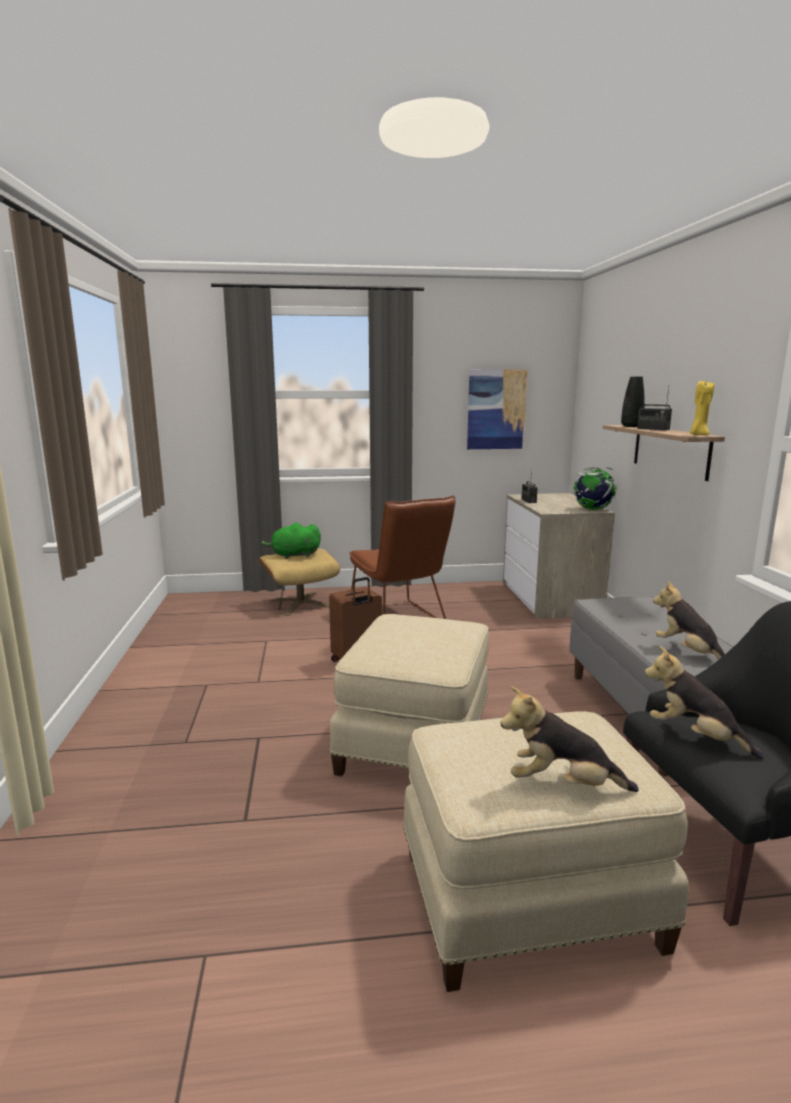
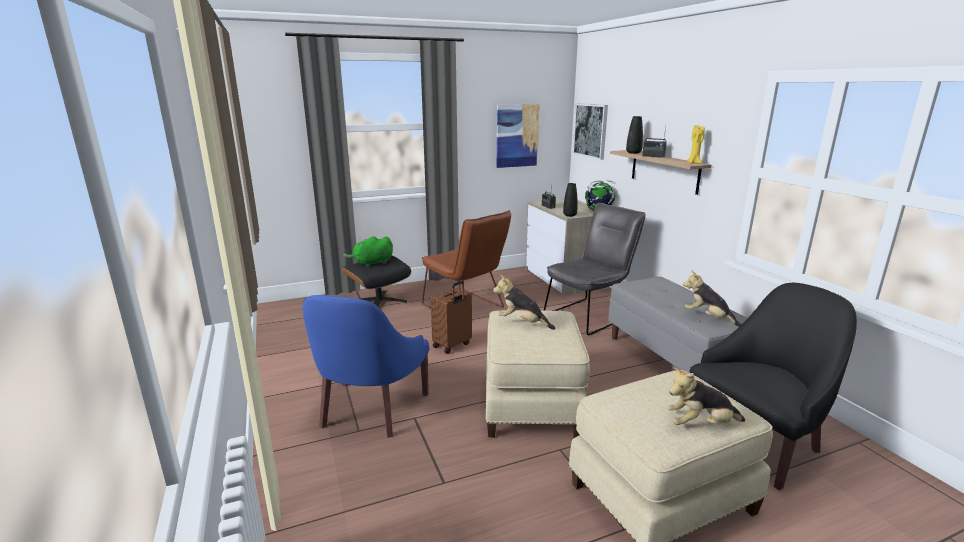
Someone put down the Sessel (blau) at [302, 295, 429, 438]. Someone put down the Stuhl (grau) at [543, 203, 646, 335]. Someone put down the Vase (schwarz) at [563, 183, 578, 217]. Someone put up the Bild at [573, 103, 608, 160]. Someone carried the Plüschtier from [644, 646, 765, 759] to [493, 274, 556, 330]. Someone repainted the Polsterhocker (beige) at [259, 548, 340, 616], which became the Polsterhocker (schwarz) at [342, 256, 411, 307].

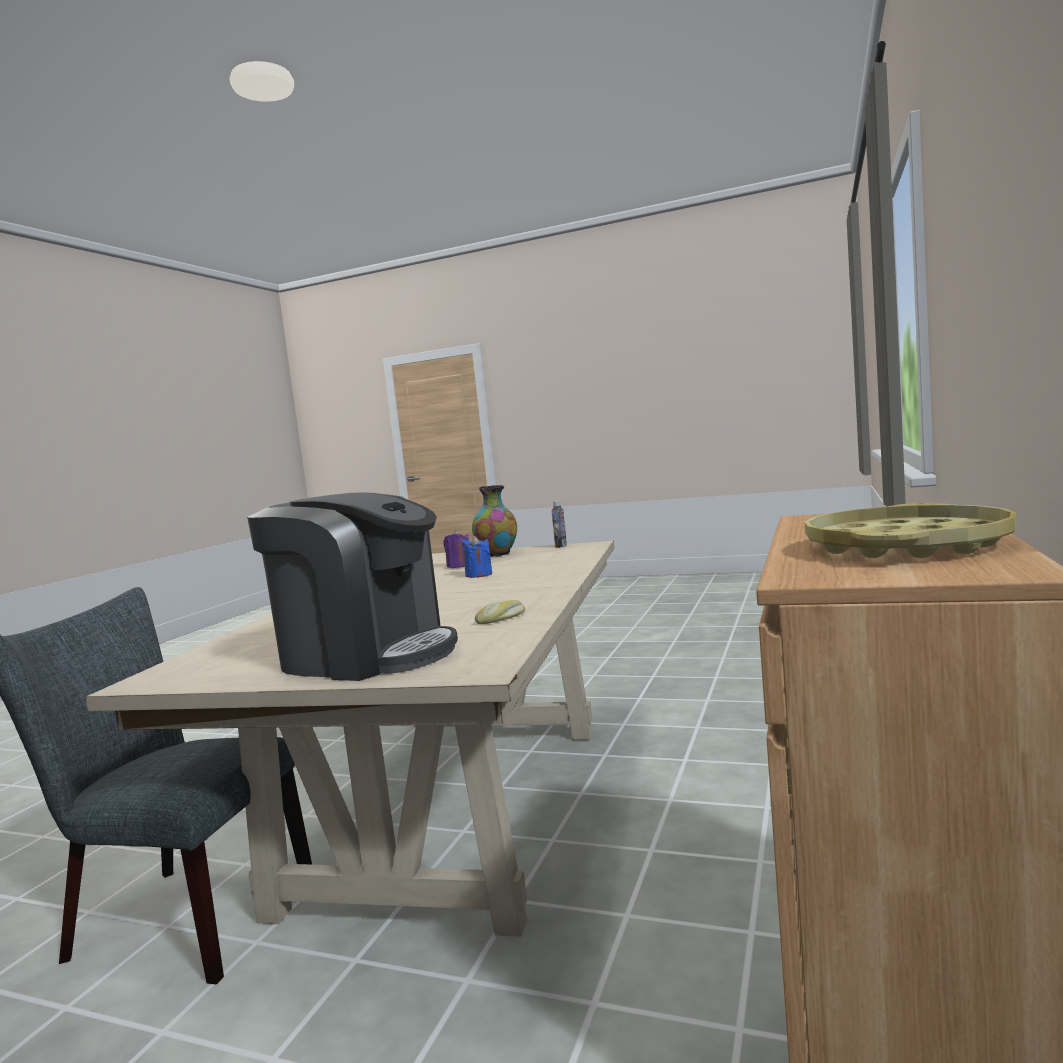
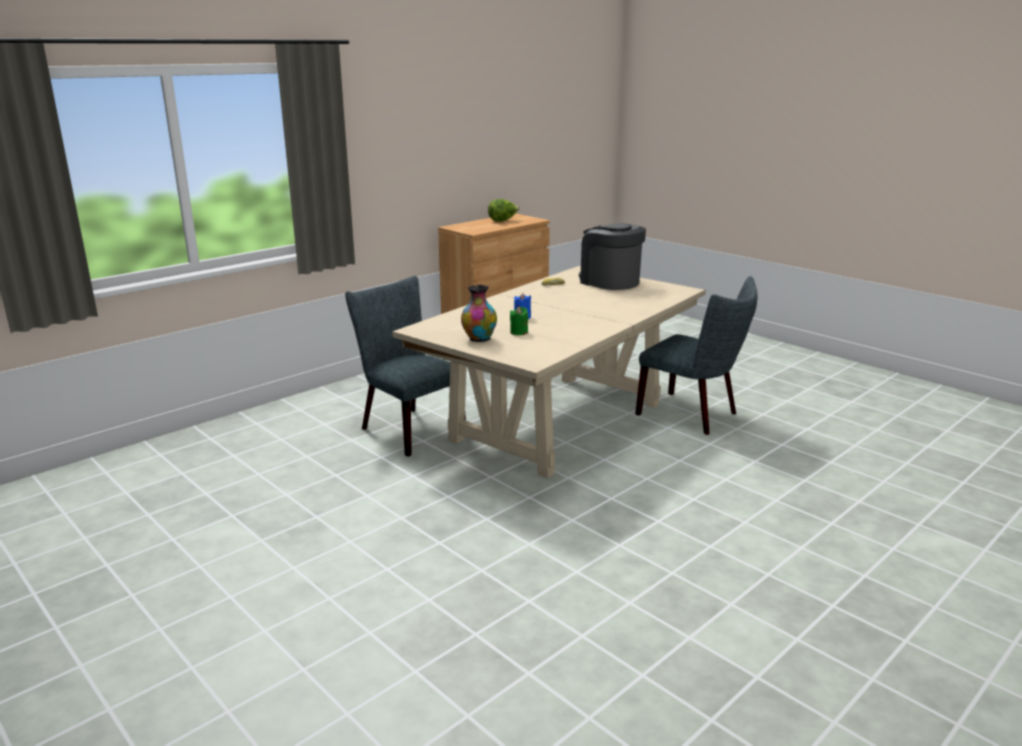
Someone took away the Flasche at [551, 501, 567, 548]. Someone put down the Stuhl (grau) at [345, 276, 466, 457]. Someone swapped the Tablett (gelb) at [804, 503, 1017, 558] for the Salatkopf at [488, 199, 519, 222]. Someone repainted the Kerze (lila) at [443, 530, 469, 568], which became the Kerze (grün) at [510, 307, 528, 335].

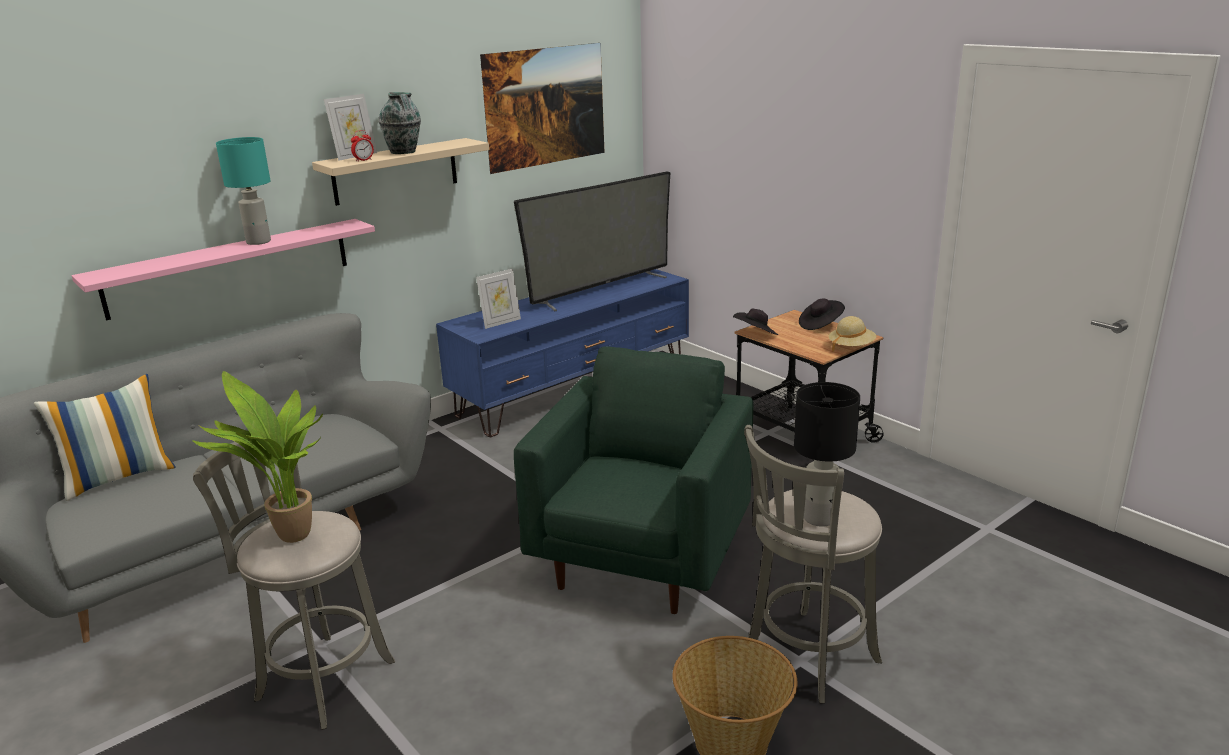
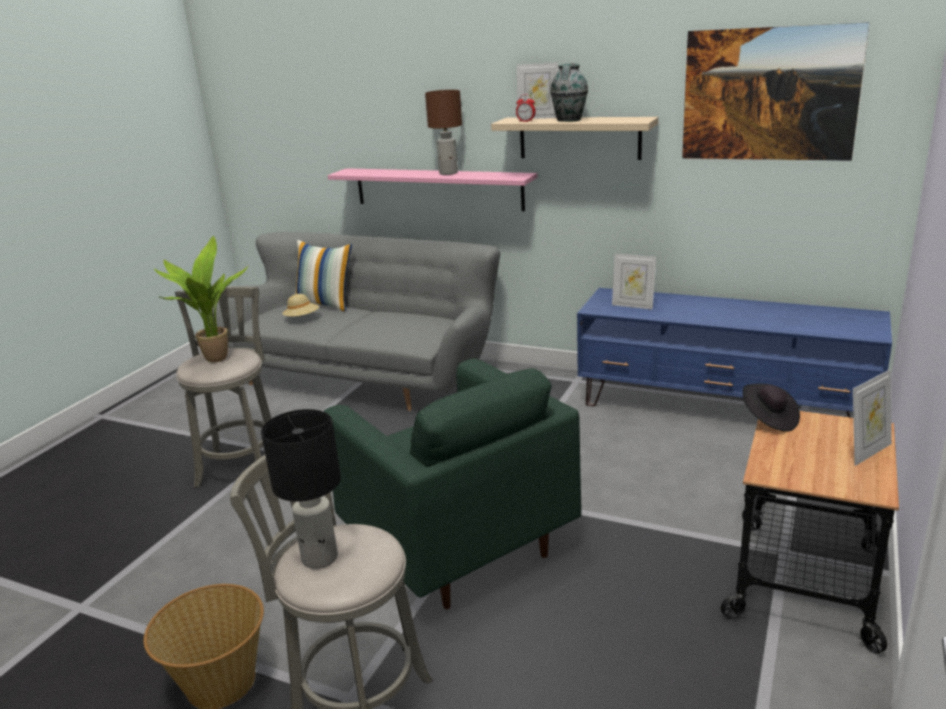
Someone took away the Fernseher at [514, 172, 670, 311]. Someone carried the Hut (beige) from [828, 316, 876, 352] to [282, 294, 320, 317]. Someone swapped the Hut (schwarz) at [799, 298, 845, 330] for the Bilderrahmen at [853, 370, 892, 466]. Someone repainted the Tischlampe (türkis) at [216, 137, 271, 245], which became the Tischlampe (braun) at [425, 90, 462, 175]. Someone rotated the Sessel (grün) at [514, 346, 753, 614] by 60 degrees clockwise.

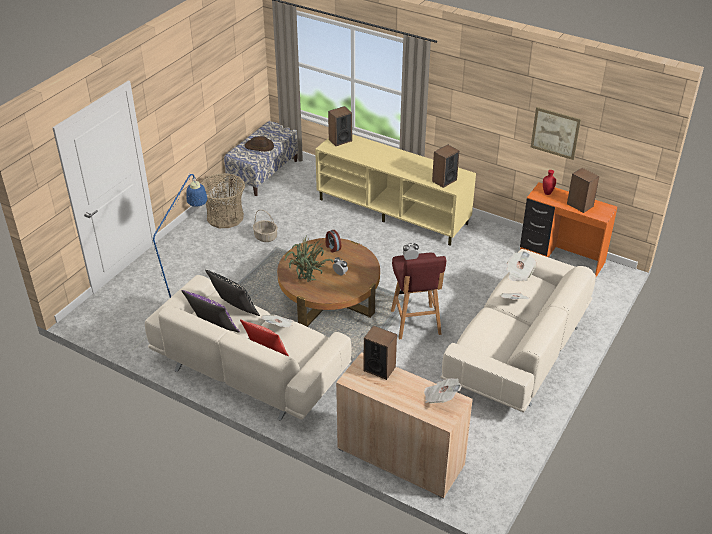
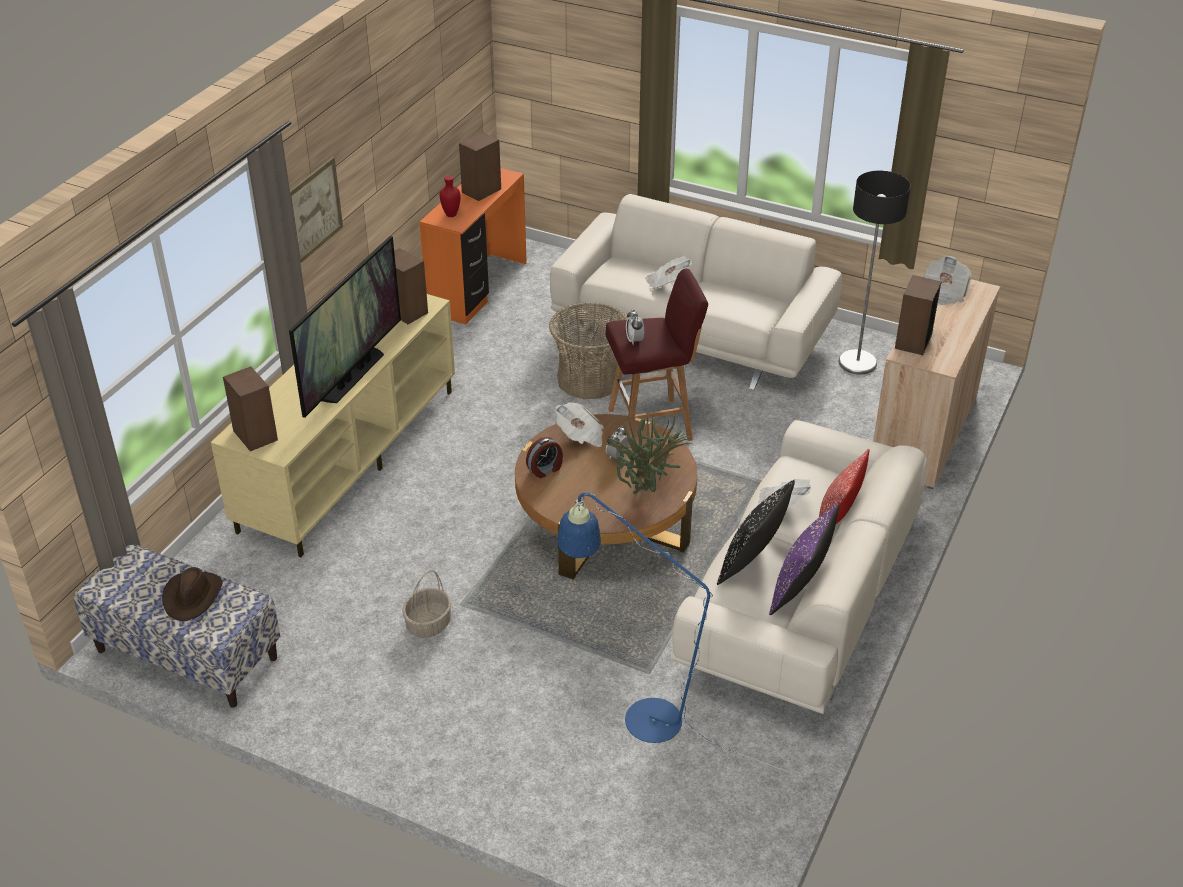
Someone put down the Fernseher at [289, 236, 401, 418]. Someone put down the Stehlampe at [839, 171, 911, 374]. Someone carried the Korb from [200, 173, 245, 228] to [549, 302, 627, 400]. Someone carried the Zeitung from [507, 251, 537, 281] to [555, 402, 603, 447]. Someone carried the Bild from [531, 107, 581, 160] to [290, 157, 343, 263].

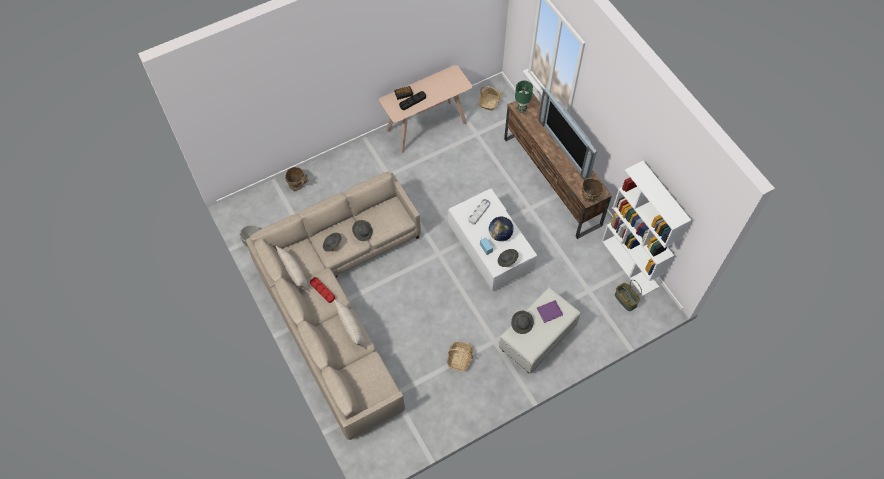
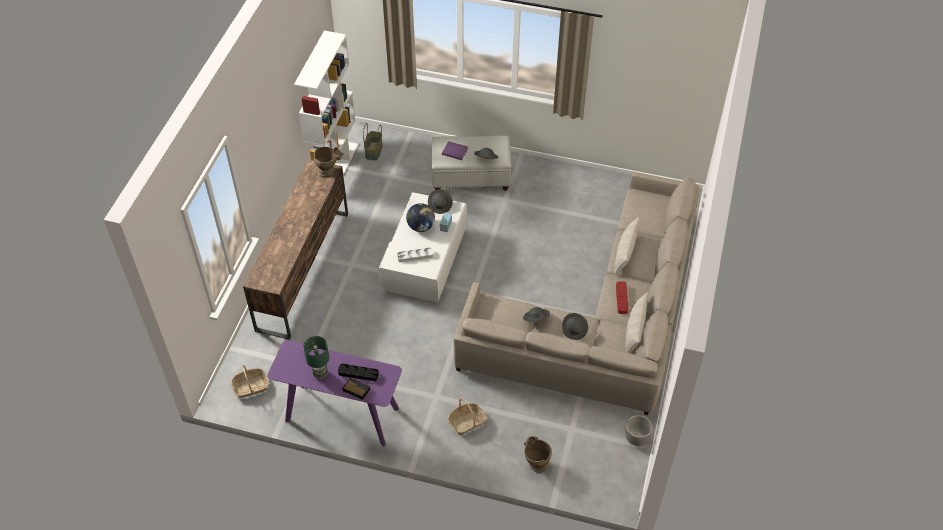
Someone took away the Fernseher at [538, 88, 597, 180]. Someone carried the Korb from [448, 341, 473, 371] to [447, 398, 487, 435]. Someone carried the Tischlampe (grün) from [515, 80, 533, 113] to [303, 336, 329, 379]. Someone repainted the Konsolentisch (beige) at [379, 65, 472, 154], which became the Konsolentisch (lila) at [267, 340, 402, 446].

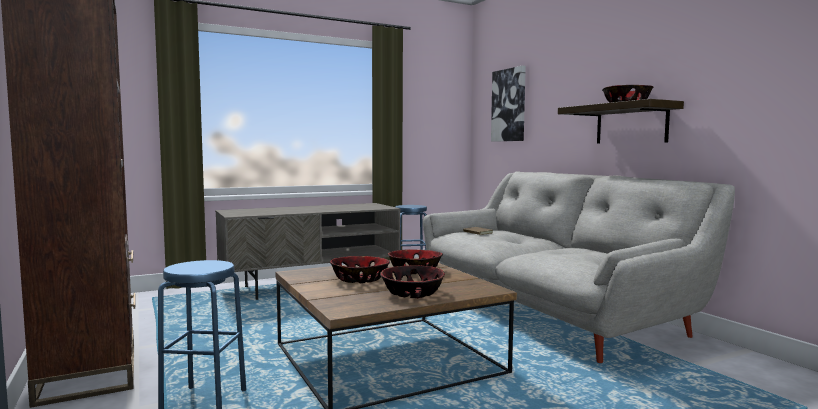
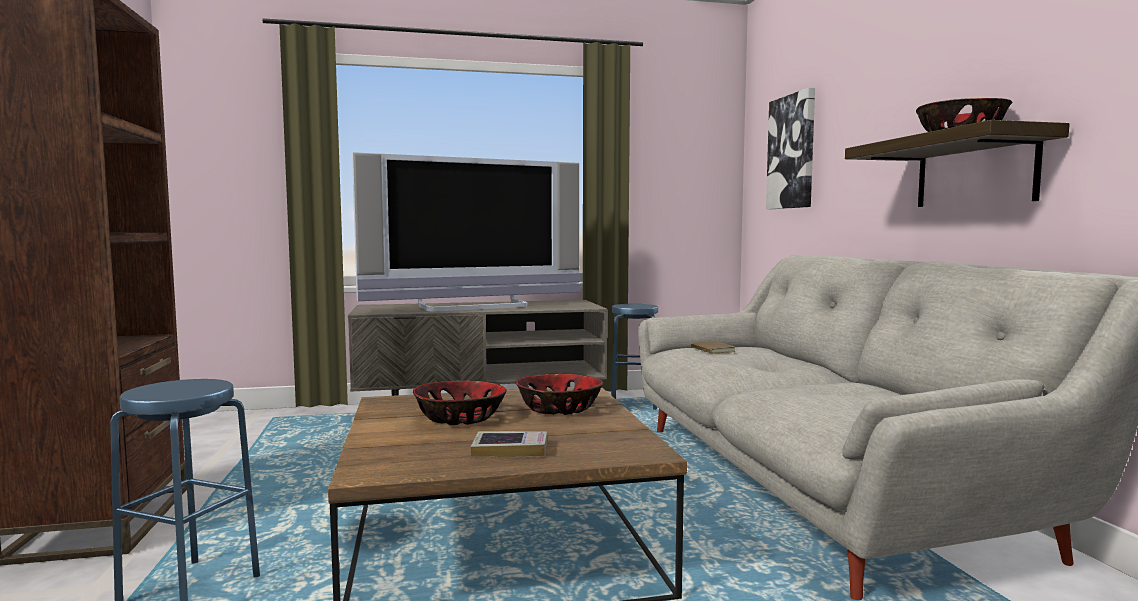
Someone put down the Fernseher at [352, 152, 580, 312]. Someone swapped the Schüssel at [380, 265, 445, 298] for the Buch at [471, 431, 547, 457].

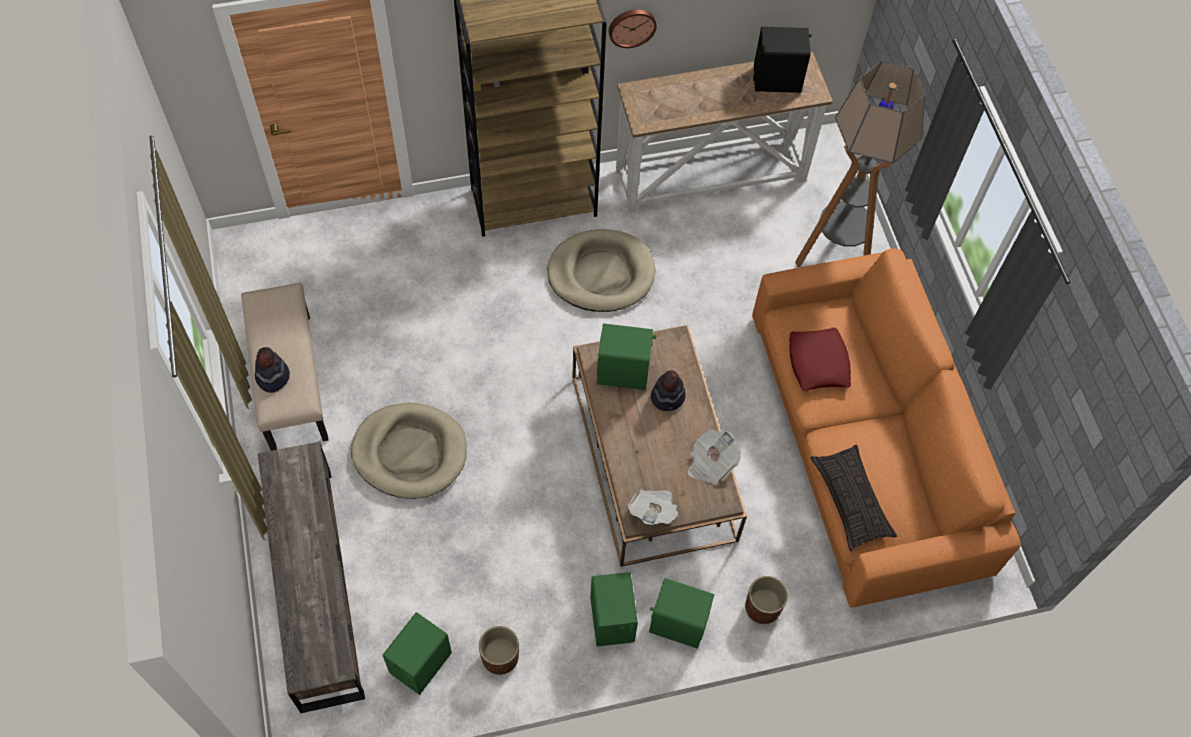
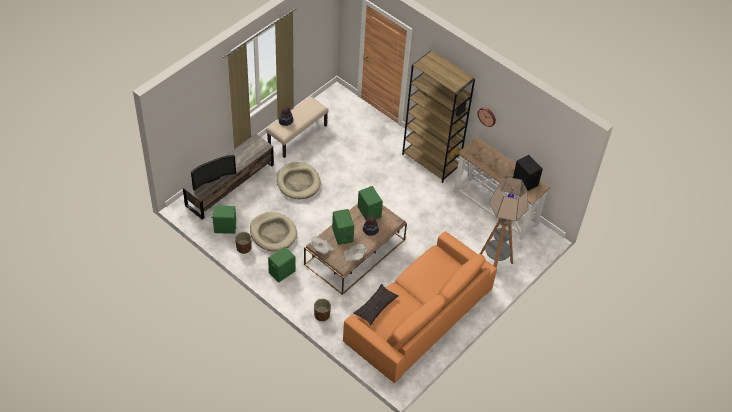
Someone took away the Kissen (rot) at [789, 327, 851, 391]. Someone put down the Fernseher at [191, 155, 236, 191]. Someone carried the Hundebett (beige) from [548, 229, 656, 312] to [250, 212, 297, 251]. Someone carried the Lautsprecher (grün) from [649, 578, 715, 649] to [332, 209, 354, 245].

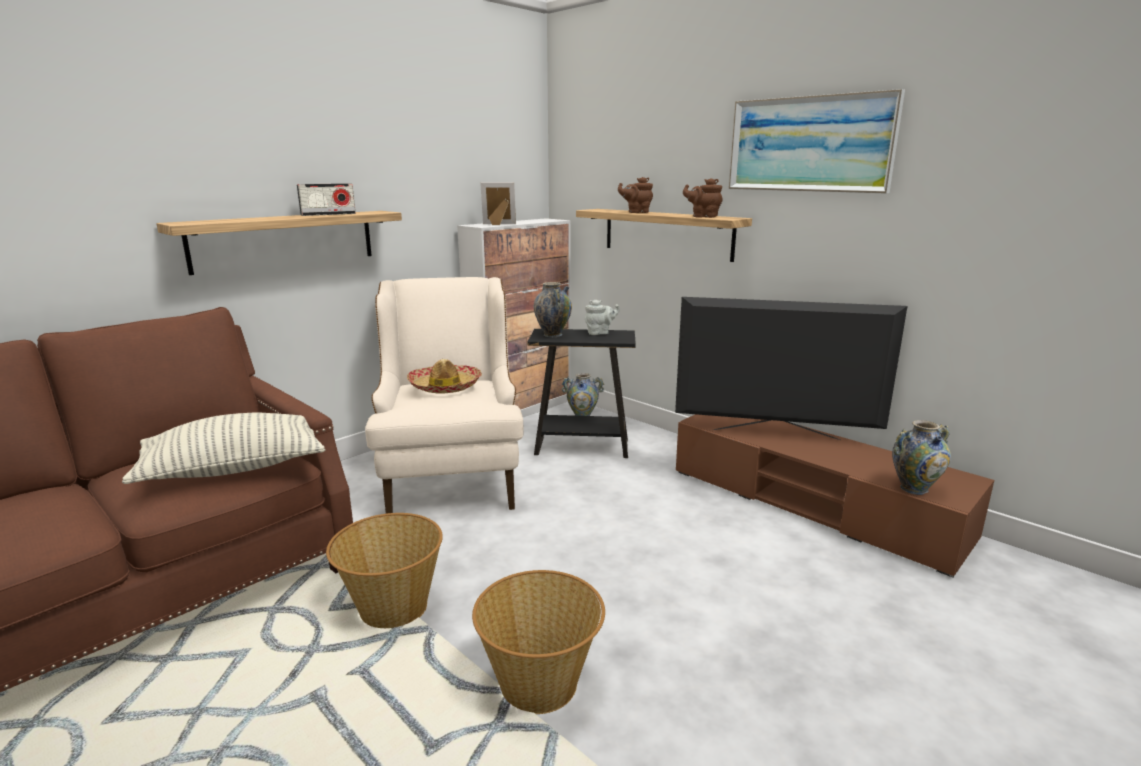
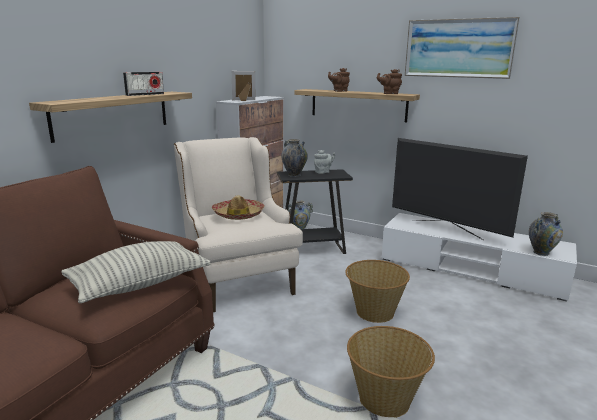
Someone carried the Korb from [326, 513, 443, 628] to [345, 260, 410, 323]. Someone repainted the Fernsehschrank (braun) at [676, 414, 994, 577], which became the Fernsehschrank (weiß) at [382, 213, 577, 301]. Someone rotated the Fernseher at [675, 297, 907, 440] by 135 degrees counterclockwise.

